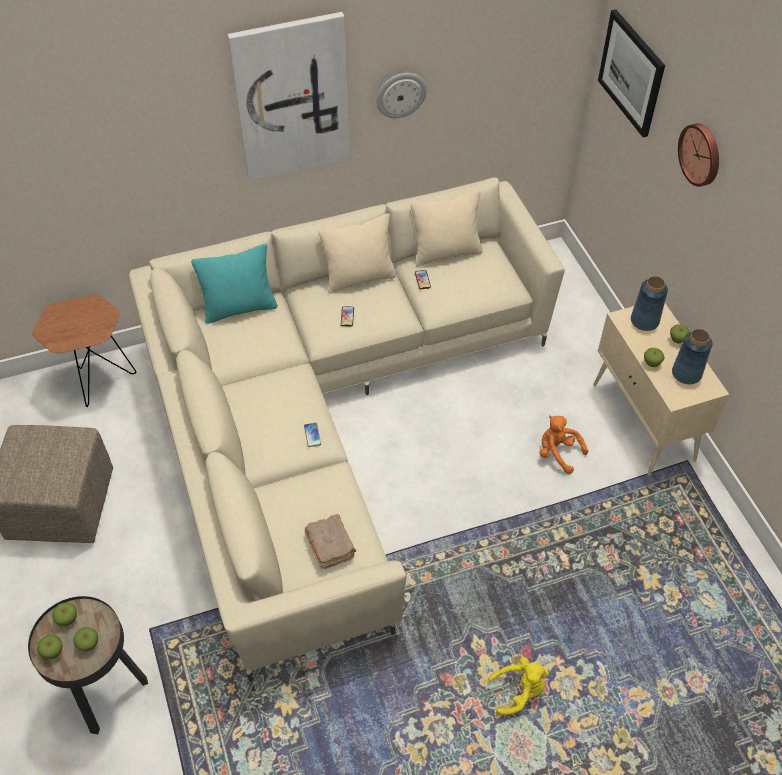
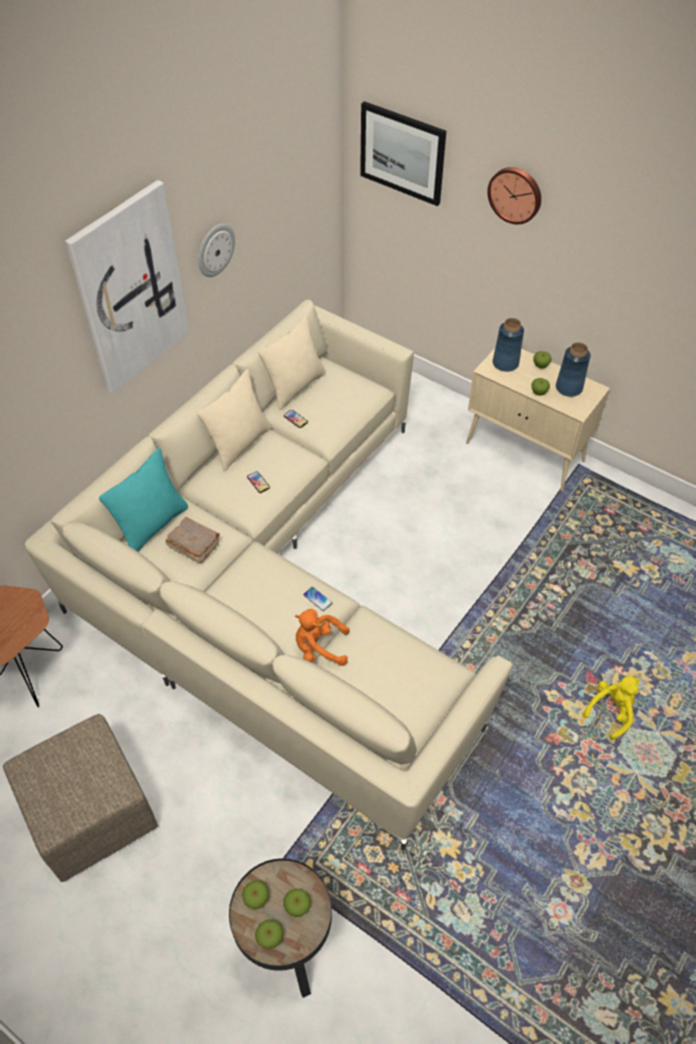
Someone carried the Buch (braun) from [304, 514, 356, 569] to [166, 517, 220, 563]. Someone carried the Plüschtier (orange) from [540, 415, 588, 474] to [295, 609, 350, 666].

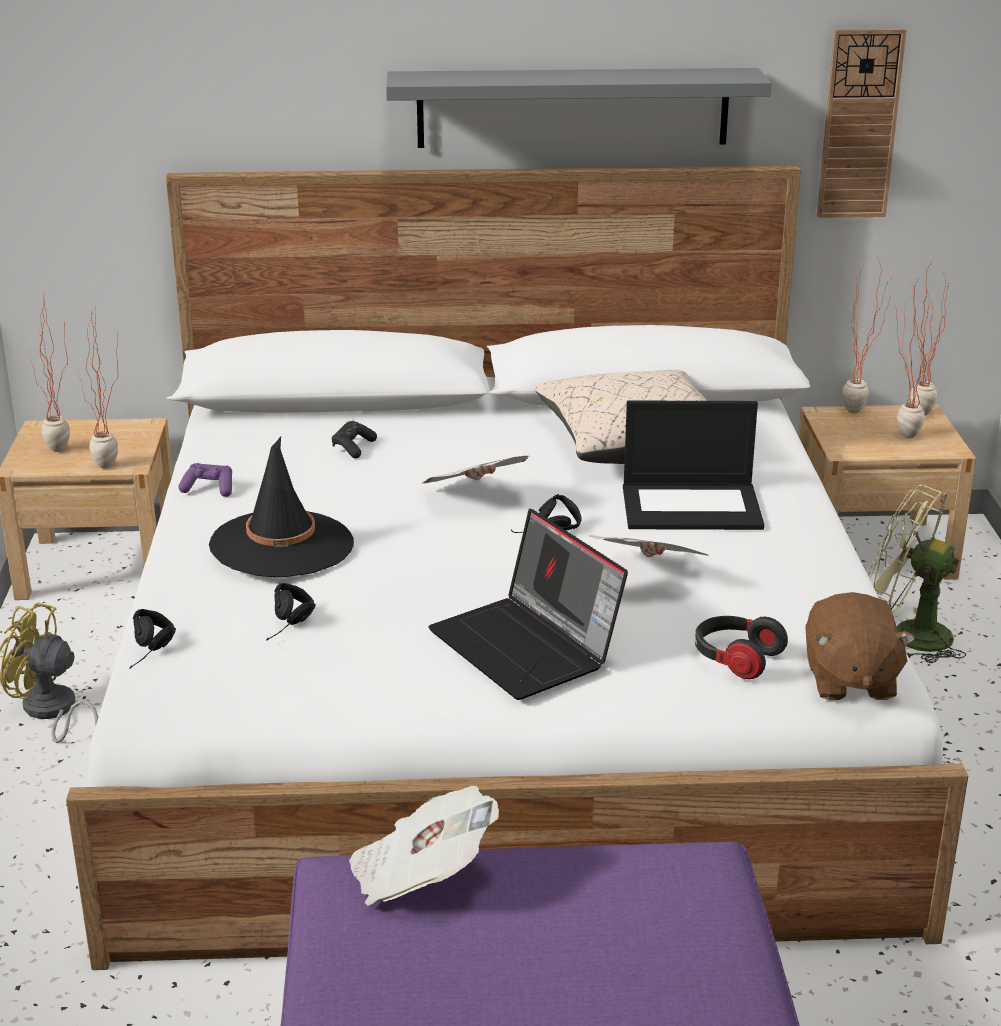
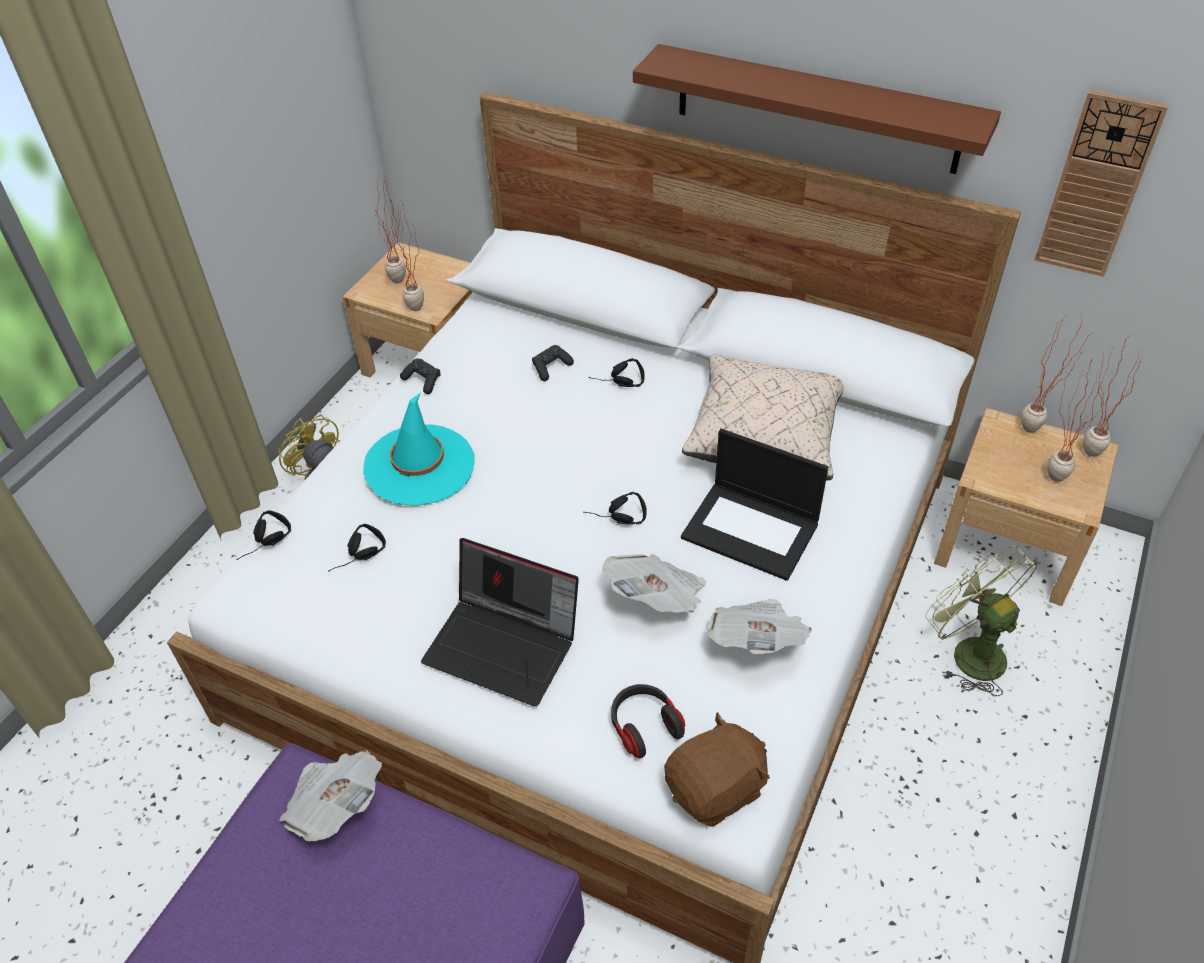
Someone put down the Kopfhörer (schwarz) at [589, 358, 645, 387]. Someone carried the Zeitung from [422, 456, 529, 484] to [707, 599, 812, 654]. Someone repainted the Gamepad (lila) at [178, 463, 232, 497], which became the Gamepad (schwarz) at [400, 358, 441, 394]. Someone repainted the Hut (schwarz) at [209, 437, 354, 577], which became the Hut (türkis) at [363, 392, 475, 506]. Someone repainted the Wandregal (grau) at [386, 68, 771, 148], which became the Wandregal (braun) at [633, 44, 1001, 174]. Someone rotated the Laptop at [428, 509, 628, 700] by 60 degrees counterclockwise. Someone rotated the Plüschtier (braun) at [805, 592, 915, 700] by 150 degrees counterclockwise.

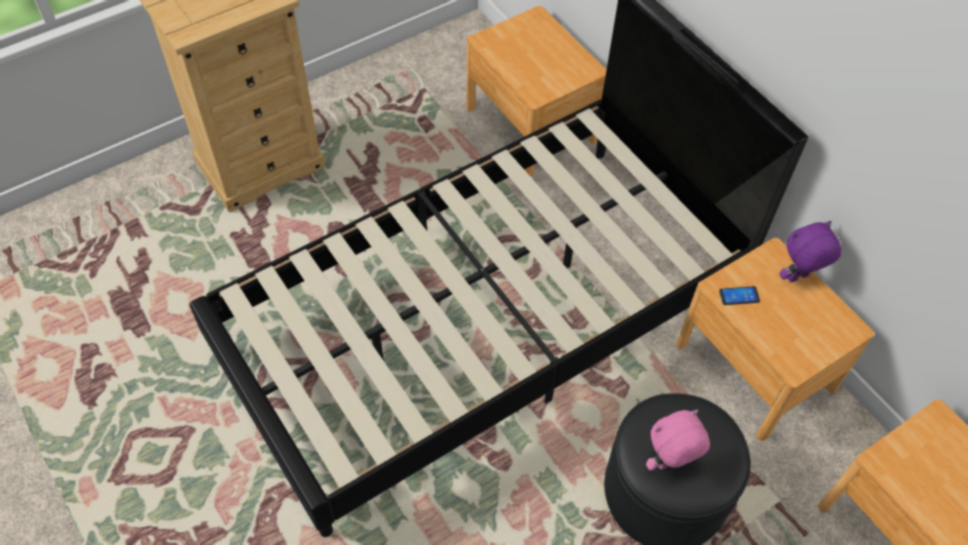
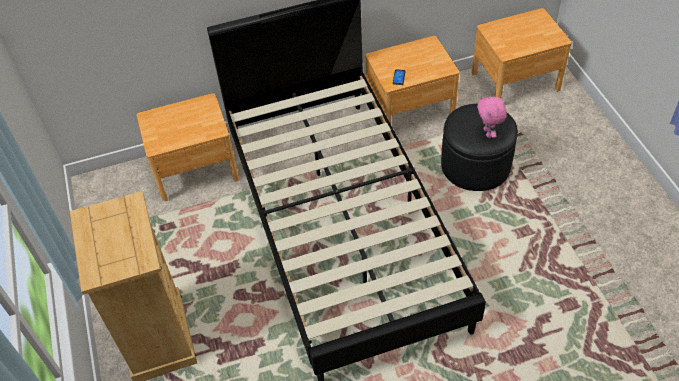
Someone took away the Plüschtier (lila) at [780, 221, 841, 283].

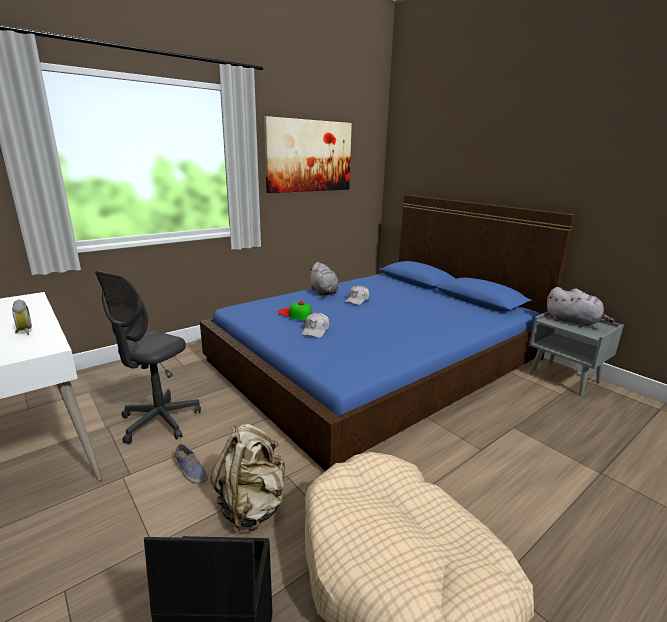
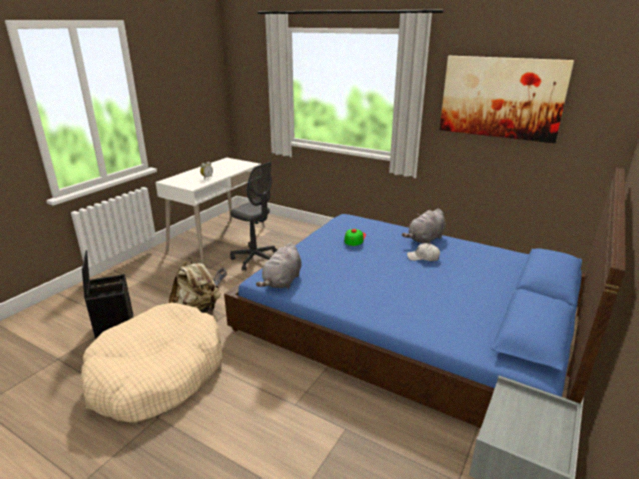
Someone took away the Kappe (weiß) at [302, 313, 330, 338]. Someone carried the Plüschtier (grau) from [547, 287, 614, 327] to [256, 243, 302, 289]. Someone rotated the Bürostuhl (grau) at [95, 271, 201, 444] by 150 degrees counterclockwise.

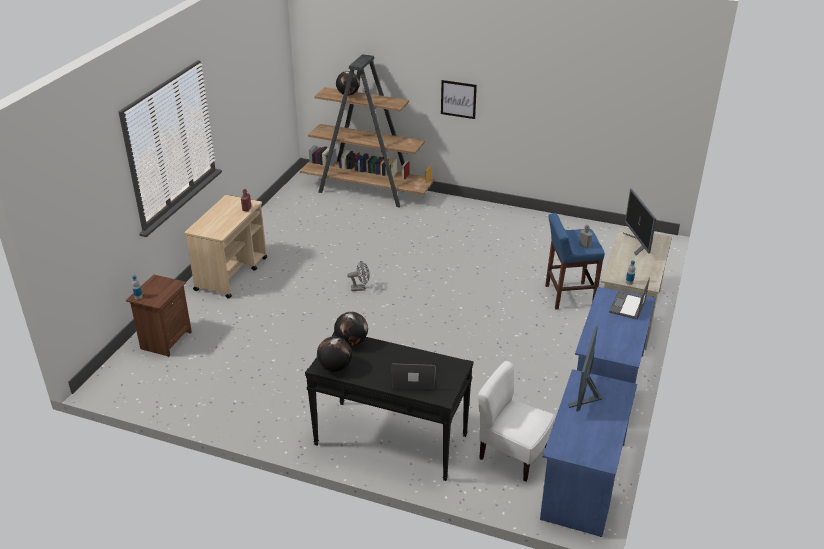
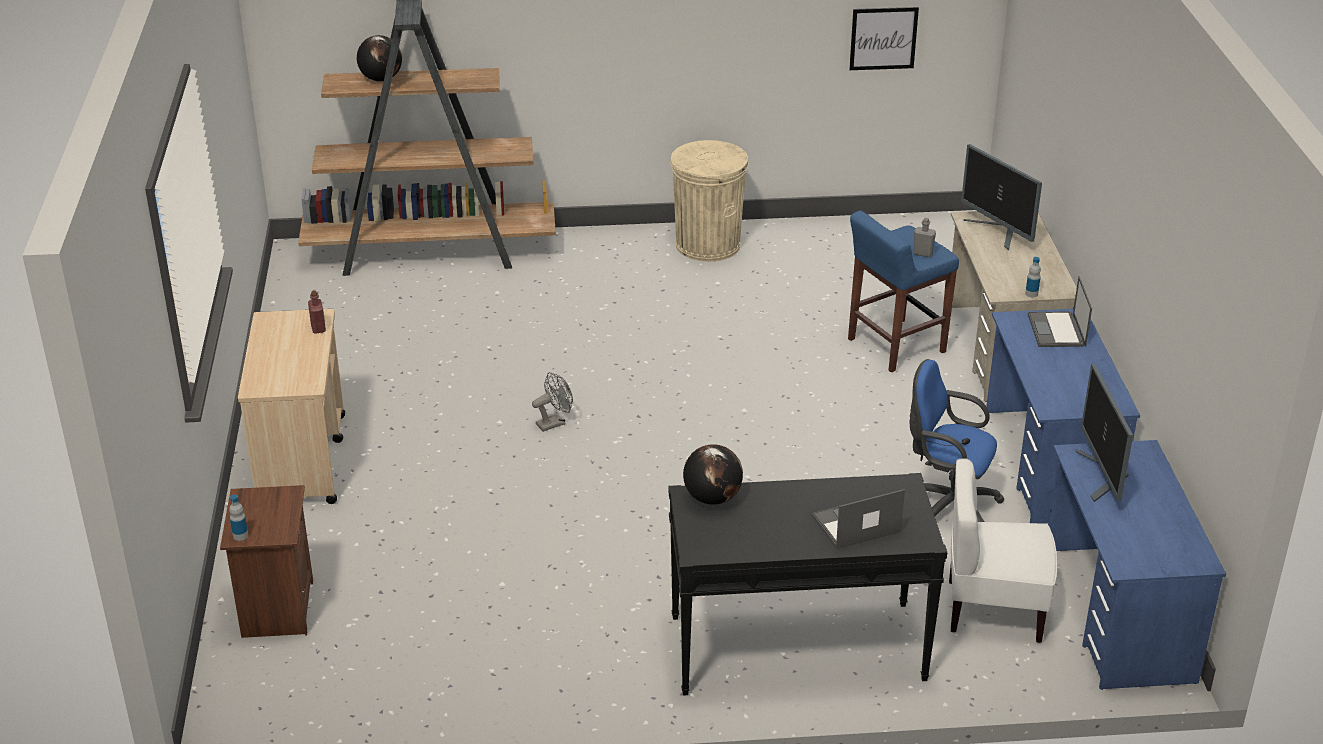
Someone took away the Globus at [317, 336, 352, 372]. Someone put down the Mülleimer (beige) at [670, 140, 749, 262]. Someone put down the Bürostuhl (blau) at [910, 359, 1004, 522]. Someone carried the Bild from [441, 80, 477, 119] to [849, 7, 919, 70].

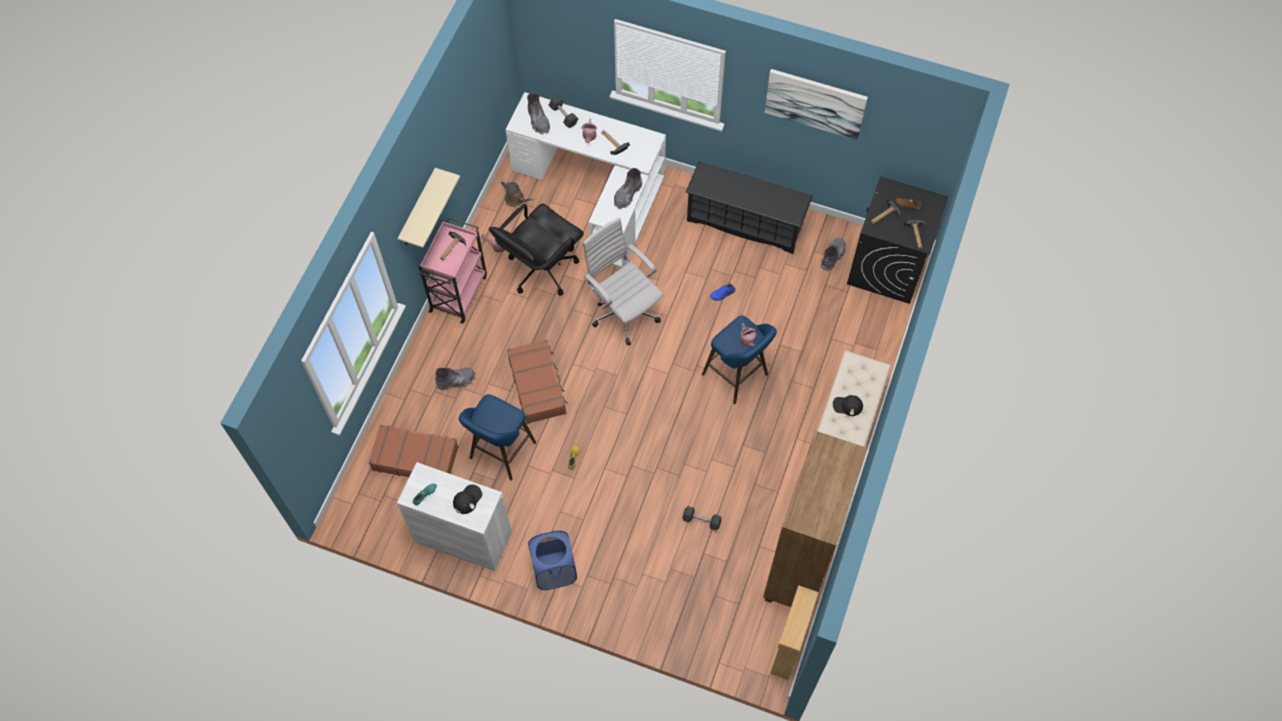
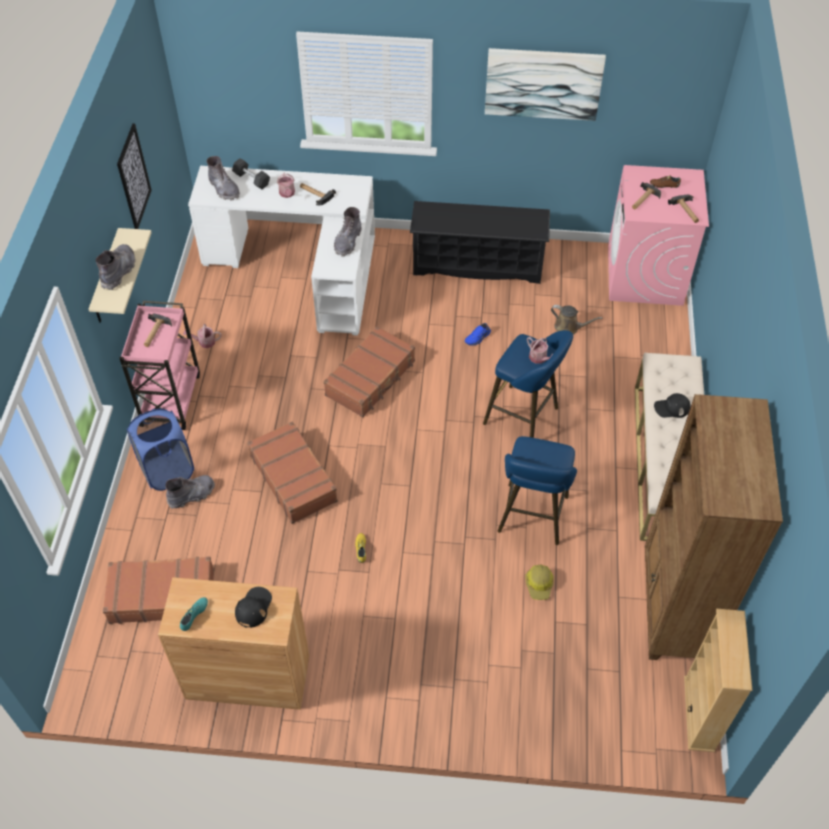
Someone took away the Bürostuhl (schwarz) at [489, 203, 584, 296]. Someone put up the Bild at [117, 123, 152, 229]. Someone carried the Hocker (blau) from [459, 394, 536, 480] to [498, 436, 577, 545]. Someone carried the Gießkanne (braun) from [501, 179, 534, 207] to [551, 305, 603, 335]. Someone carried the Wäschekorb (blau) from [528, 531, 577, 590] to [127, 408, 194, 491]. Someone carried the Stiefel (grau) from [821, 238, 846, 271] to [95, 244, 136, 290]. Someone swapped the Bürostuhl (weiß) at [583, 218, 663, 346] for the Koffer (braun) at [323, 326, 415, 417]. Someone swapped the Hantel (schwarz) at [682, 506, 722, 531] for the Schutzhelm at [526, 564, 554, 600]. Someone repainted the Schrank (weiß) at [397, 462, 512, 571], which became the Schrank (braun) at [158, 577, 309, 710]. Someone repainted the Waschmaschine (schwarz) at [847, 177, 948, 304], which became the Waschmaschine (rosa) at [608, 165, 709, 306].

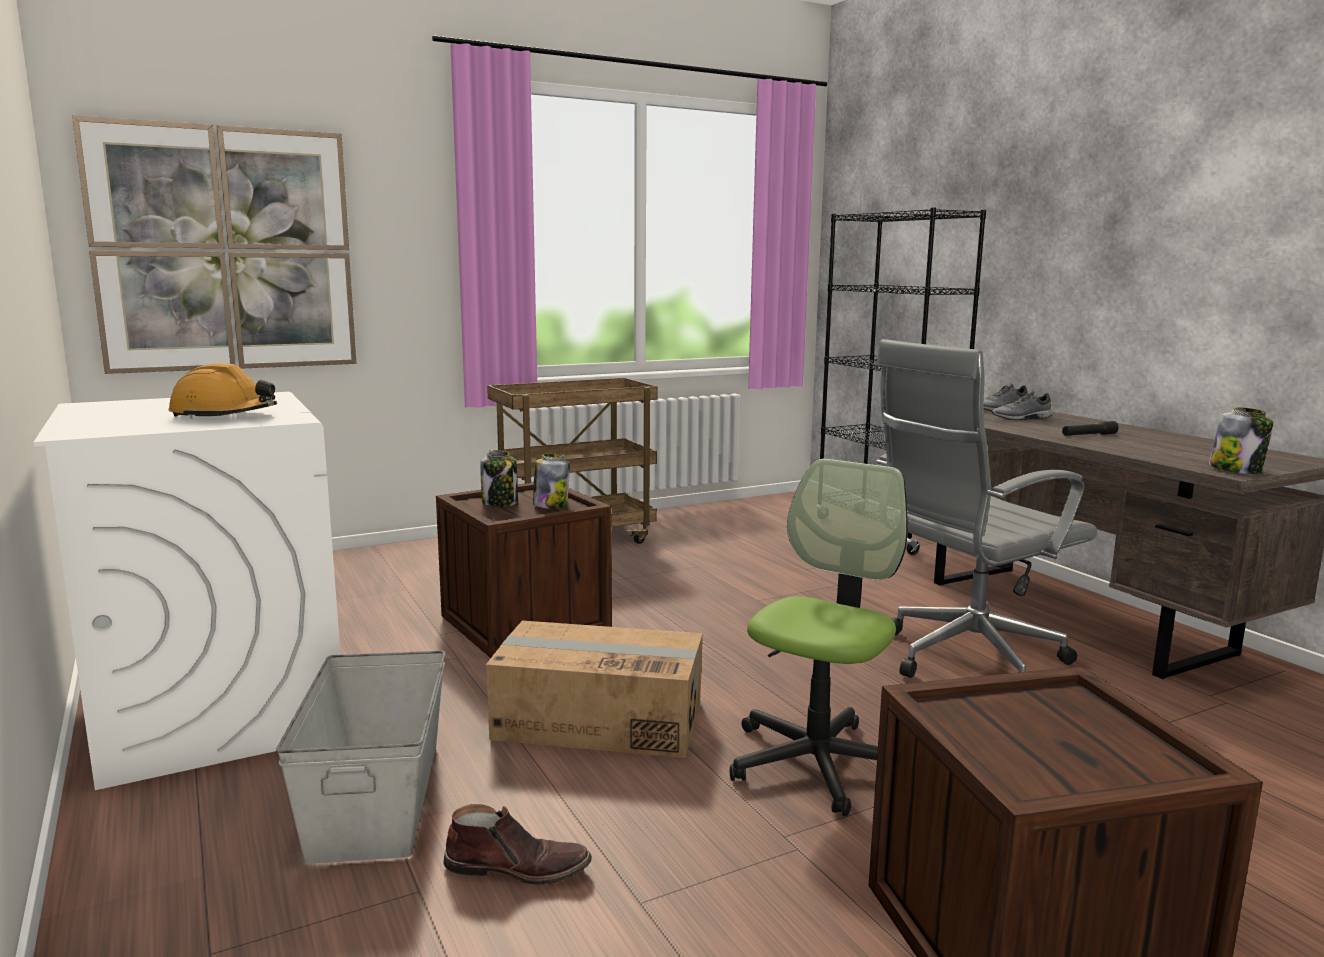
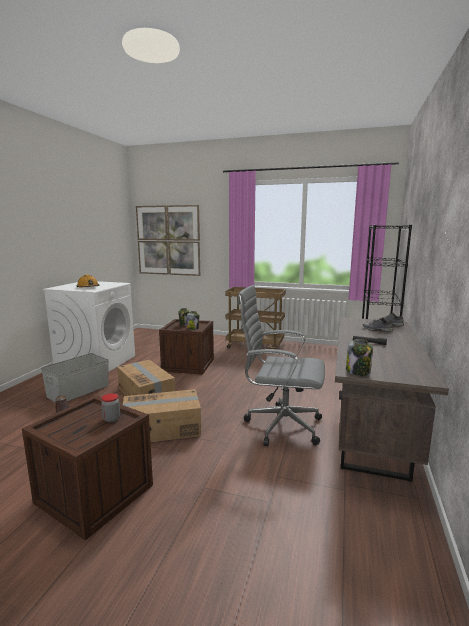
Someone put down the Vorratsglas at [101, 393, 120, 422]. Someone swapped the Bürostuhl at [730, 459, 908, 816] for the Karton at [123, 389, 201, 442].

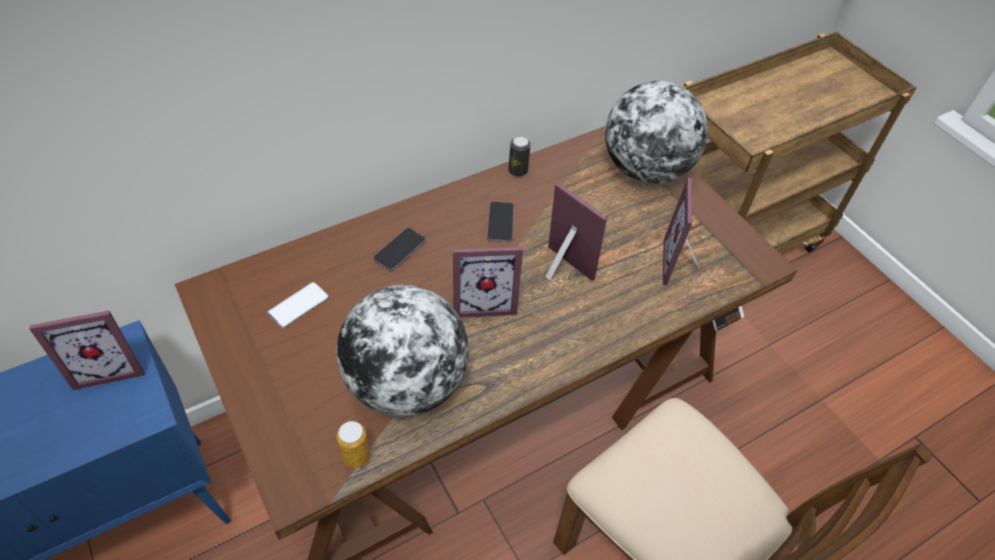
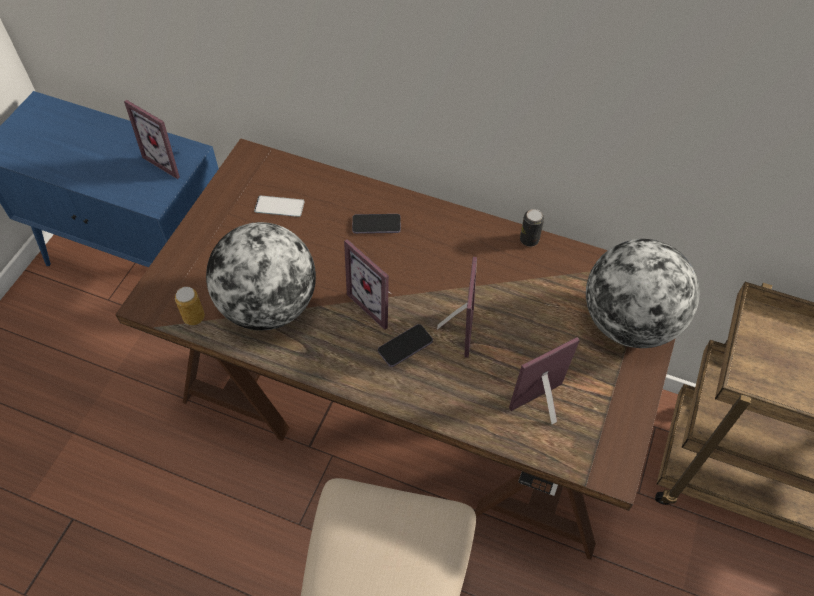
Someone carried the Handy from [487, 202, 514, 242] to [378, 324, 433, 367].

